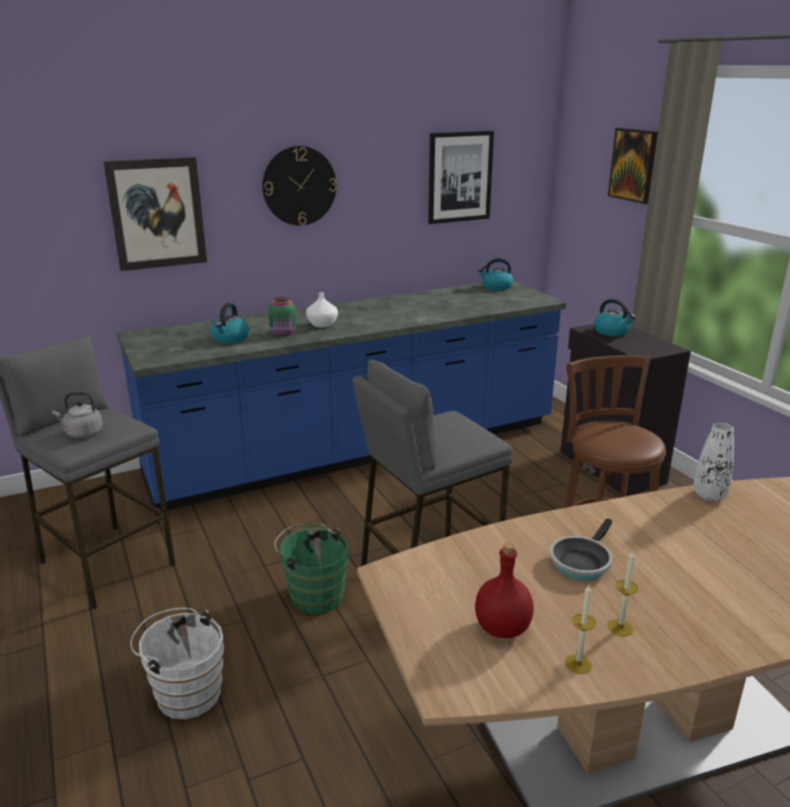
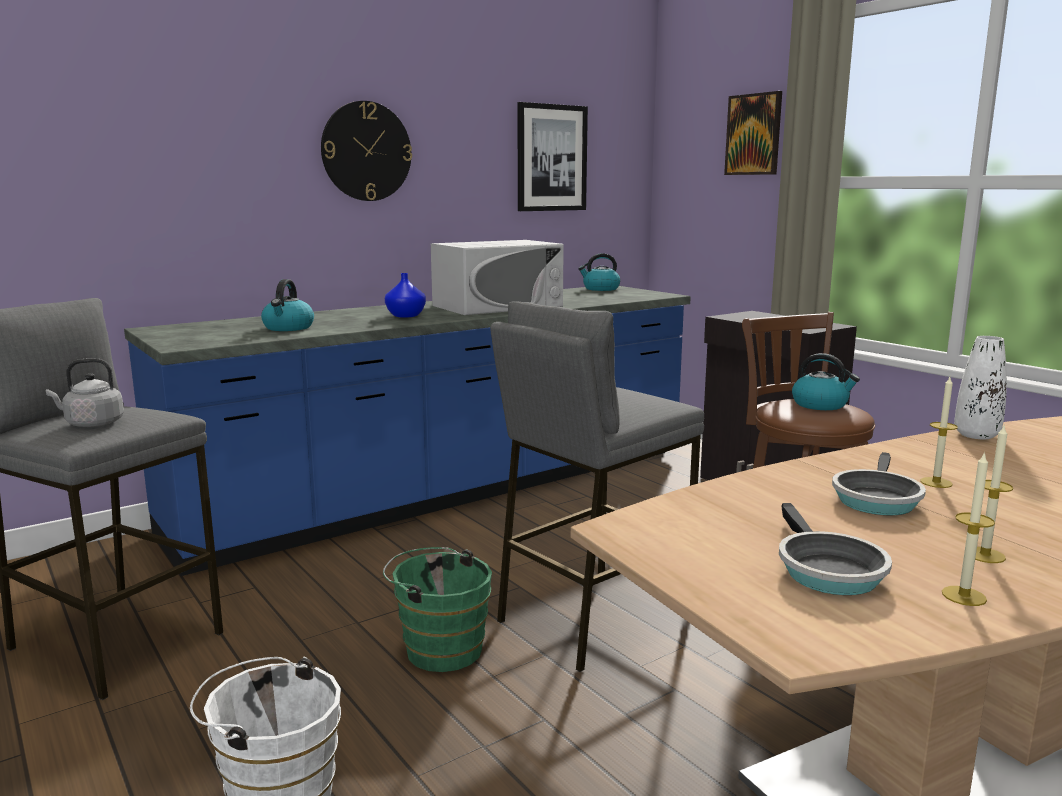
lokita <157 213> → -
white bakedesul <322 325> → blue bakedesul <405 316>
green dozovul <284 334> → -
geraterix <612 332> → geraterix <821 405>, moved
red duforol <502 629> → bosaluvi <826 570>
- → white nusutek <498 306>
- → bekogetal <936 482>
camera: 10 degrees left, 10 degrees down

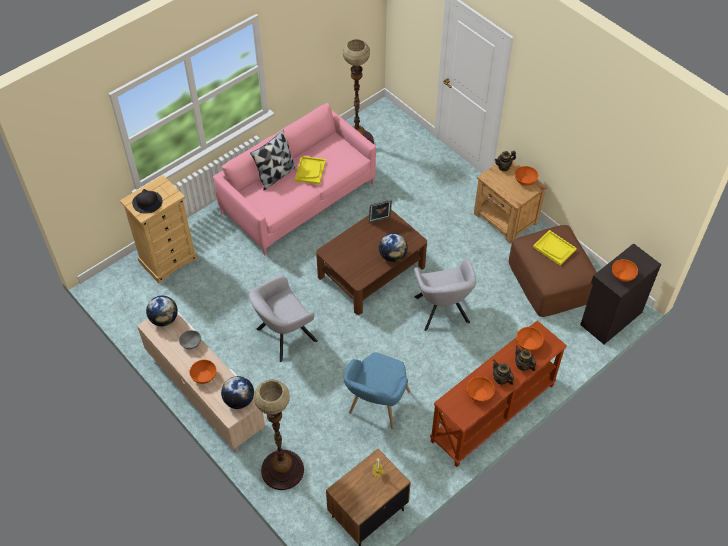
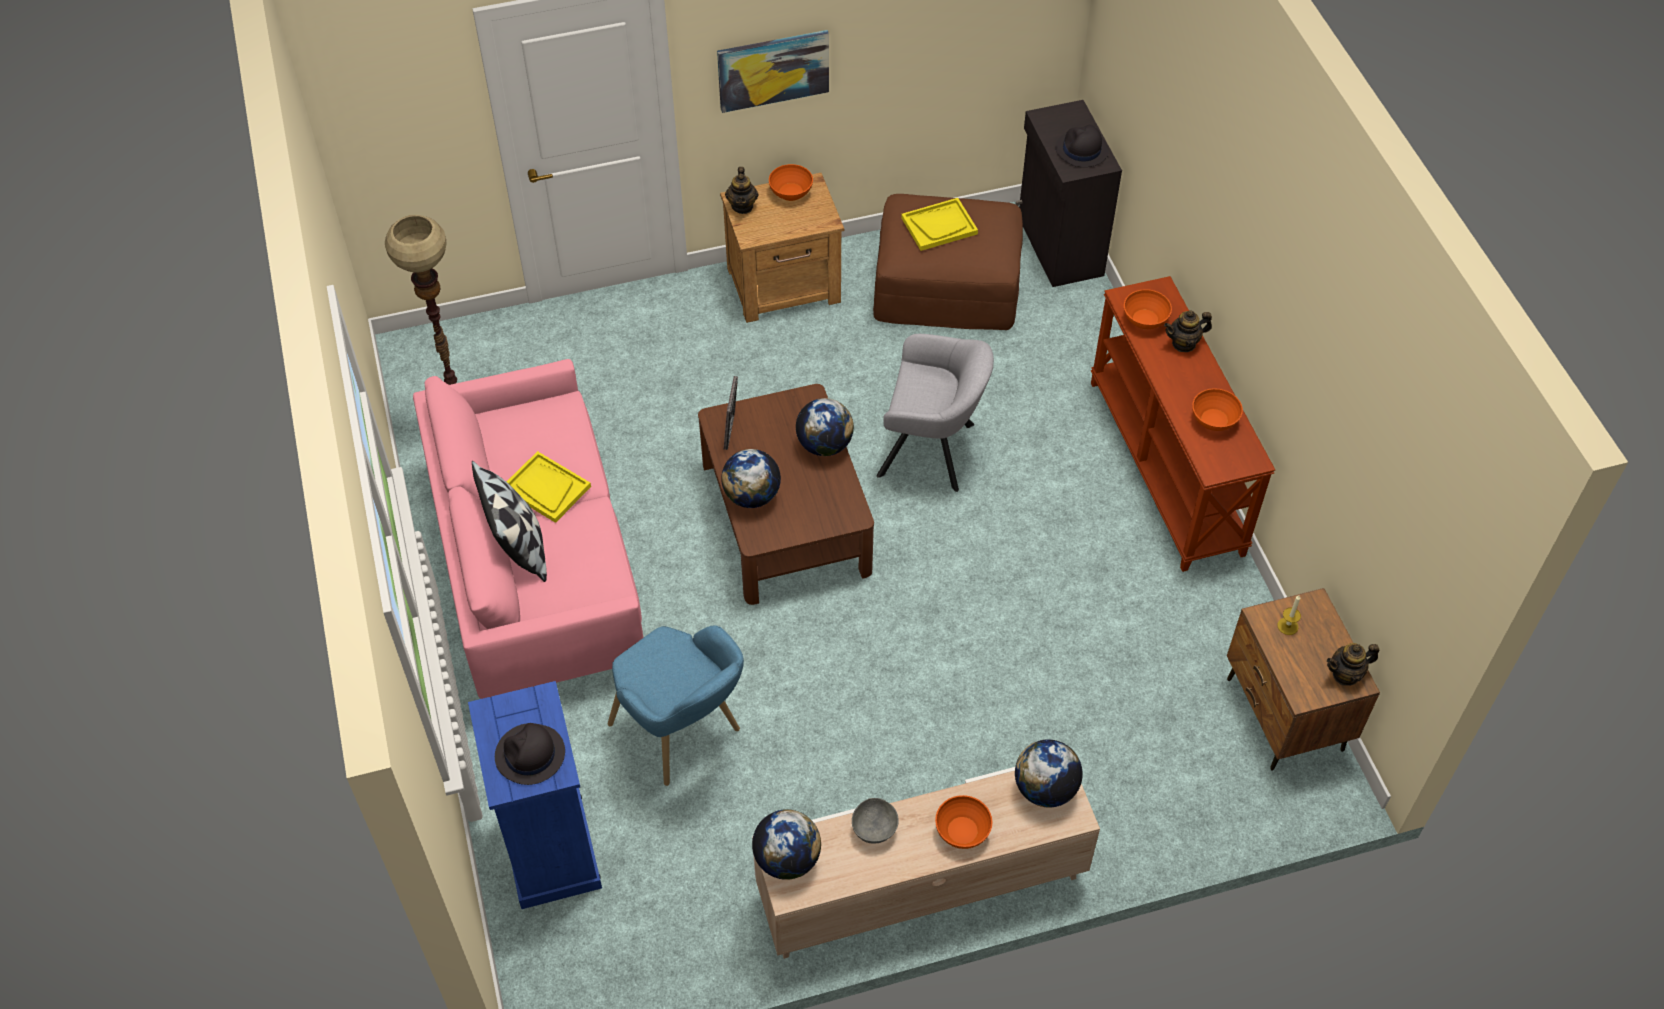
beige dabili <168 259> → blue dabili <550 849>
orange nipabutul <622 275> → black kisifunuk <1081 150>
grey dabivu <283 336> → -
blue dabivu <376 409> → blue dabivu <684 738>, moved
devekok <501 379> → devekok <1346 674>, moved
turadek <282 470> → -
- → lokita <773 69>
- → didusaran <752 496>
camera: 65 degrees left, 0 degrees up

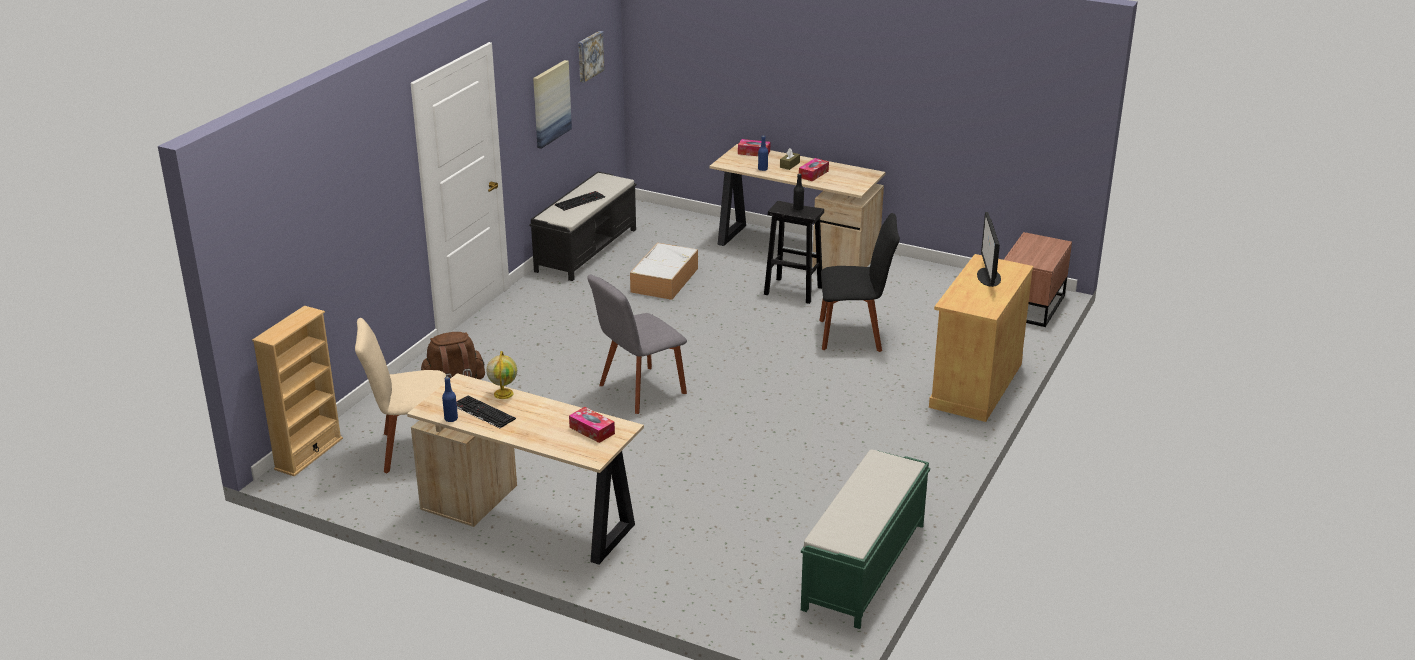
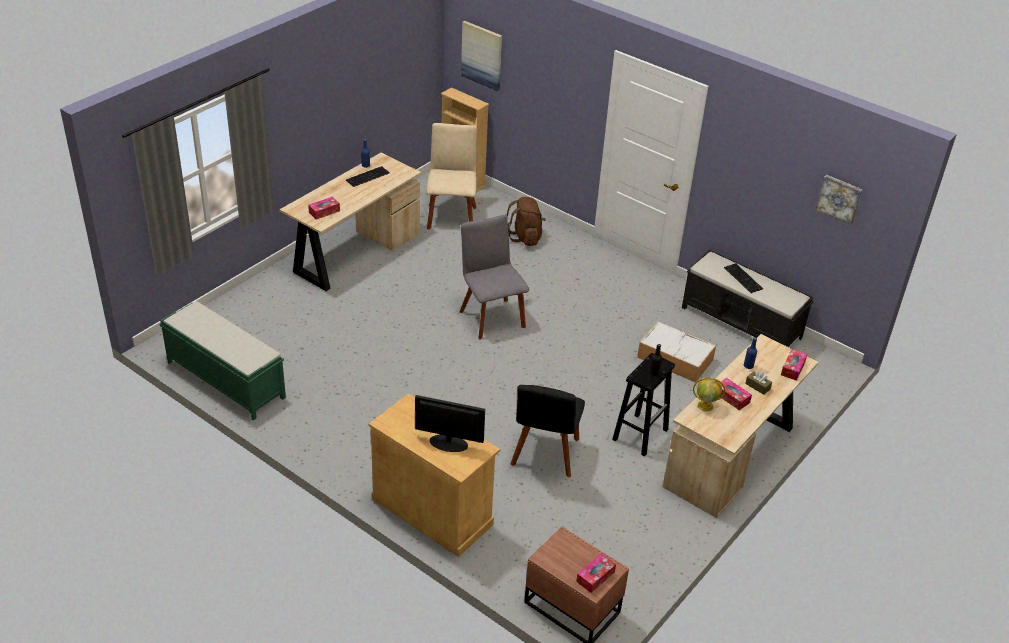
lokita <551 103> → lokita <482 55>, moved
didusaran <503 393> → didusaran <706 406>, moved
- → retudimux <595 577>
camera: 100 degrees right, 10 degrees up

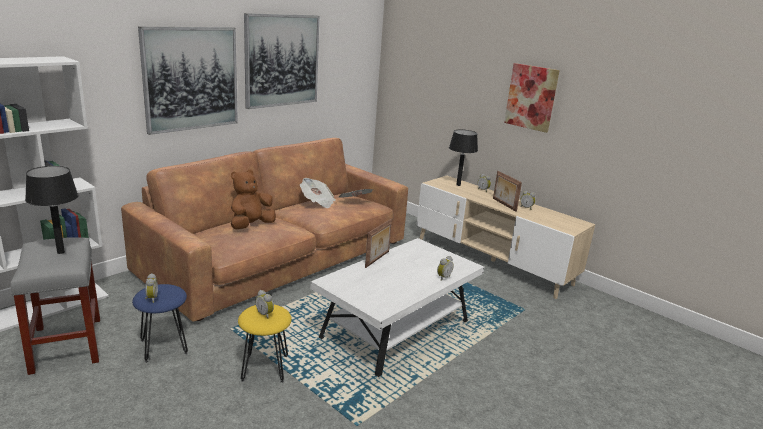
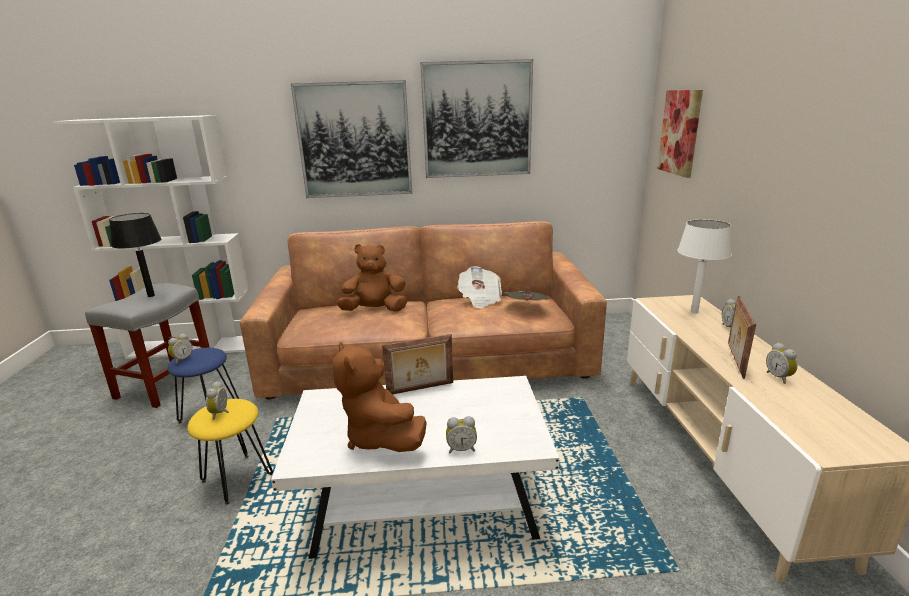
lokita <531 97> → lokita <680 132>, moved
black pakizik <458 185> → white pakizik <694 312>
- → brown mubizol <380 437>
camera: 45 degrees right, 0 degrees up

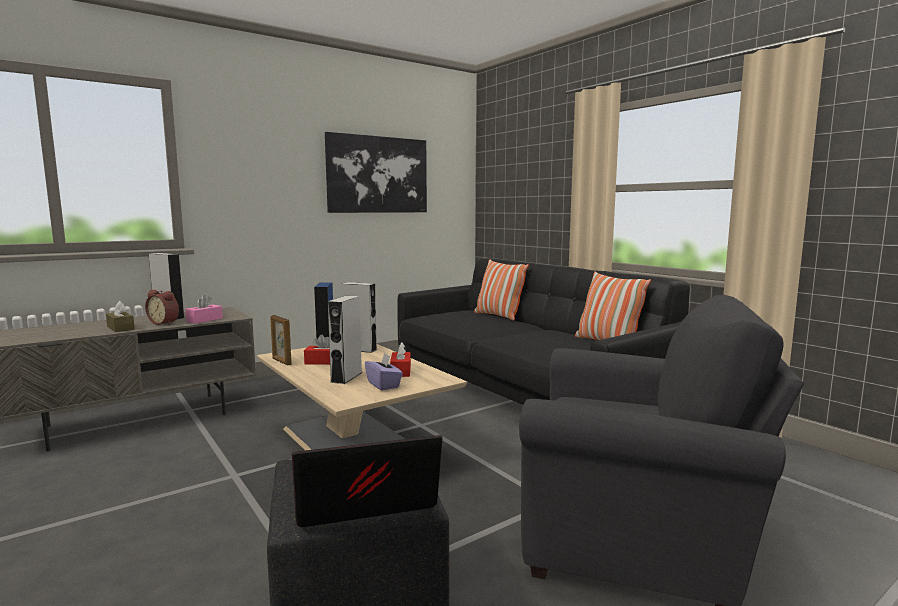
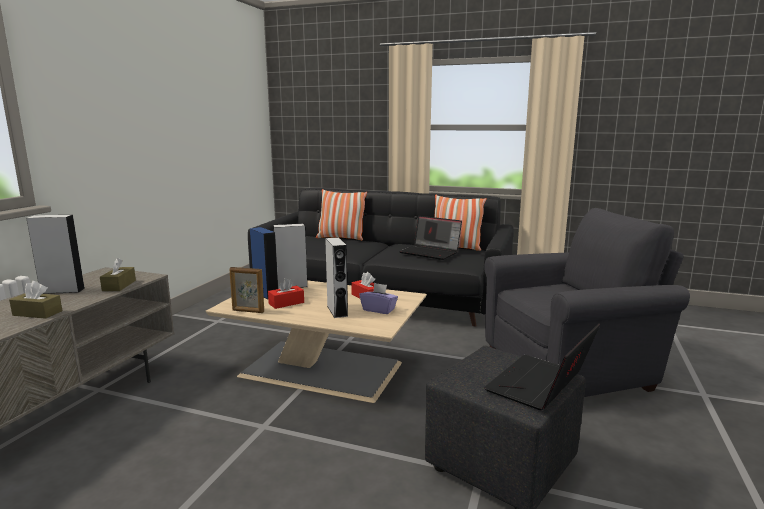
lokita <378 174> → -
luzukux <165 323> → -
pink retudimux <204 320> → brown retudimux <119 285>
- → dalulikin <431 252>
camera: 35 degrees left, 5 degrees up

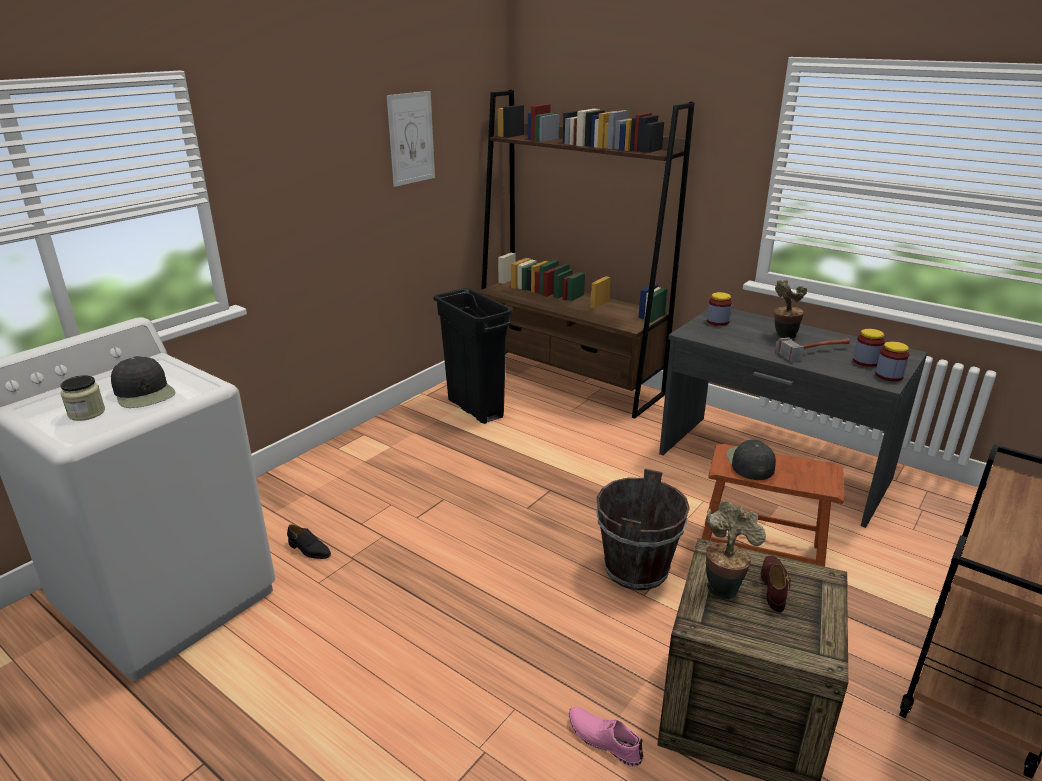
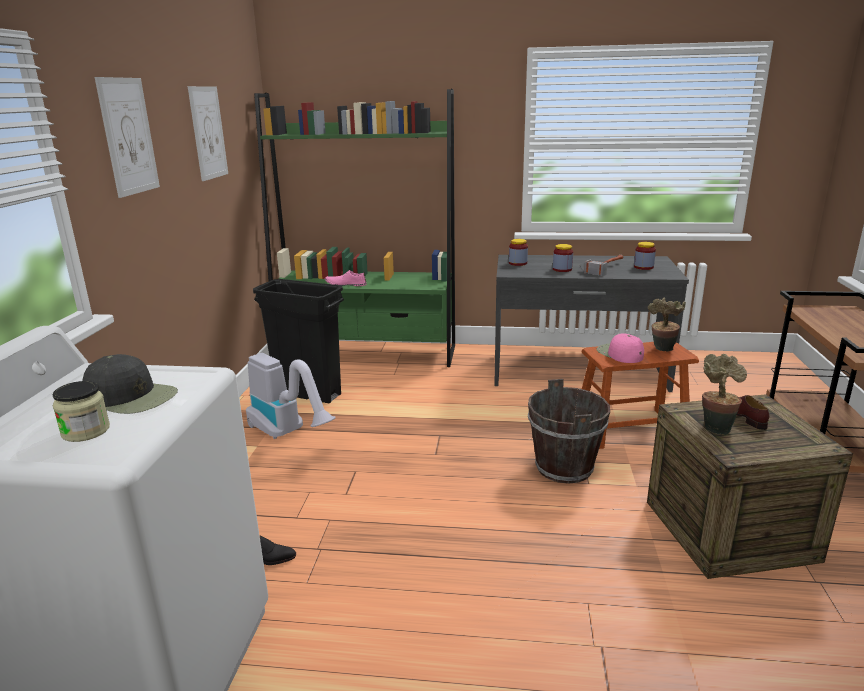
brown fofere <568 380> → green fofere <367 353>
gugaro <783 336> → gugaro <662 350>, moved
dozovul <889 376> → dozovul <562 269>, moved
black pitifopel <749 463> → pink pitifopel <619 353>
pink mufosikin <604 739> → pink mufosikin <345 284>, moved
- → lokita <128 136>
- → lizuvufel <288 433>
camera: 30 degrees left, 5 degrees down

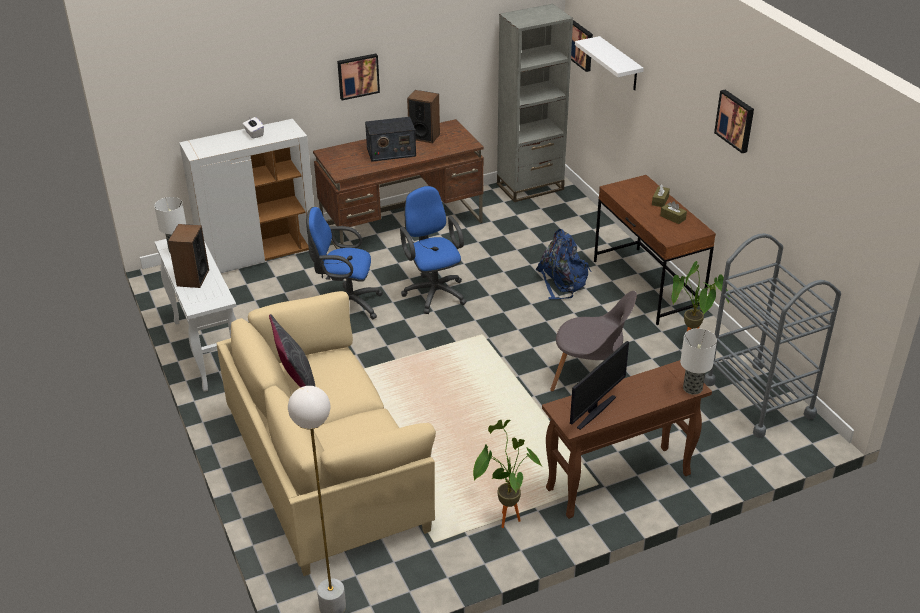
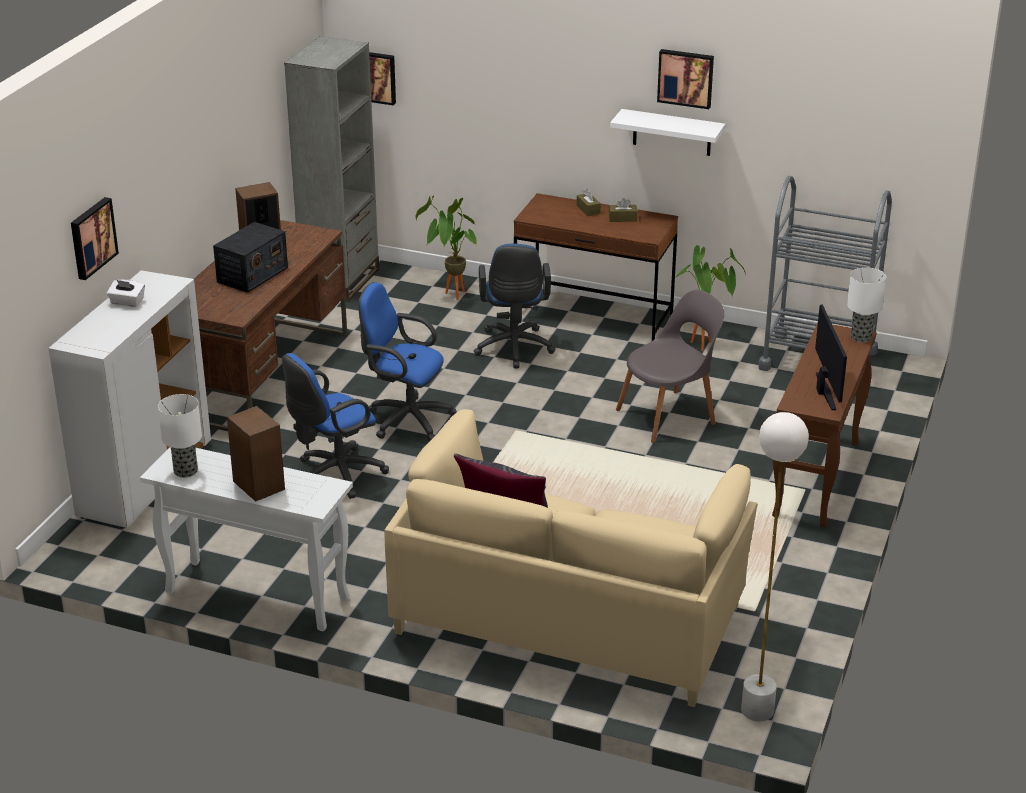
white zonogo <620 64> → white zonogo <672 132>, moved
lokita <358 76> → lokita <91 237>, moved
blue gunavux <562 281> → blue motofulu <513 350>
gugaro <502 519> → gugaro <451 296>, moved
camera: 45 degrees left, 5 degrees down

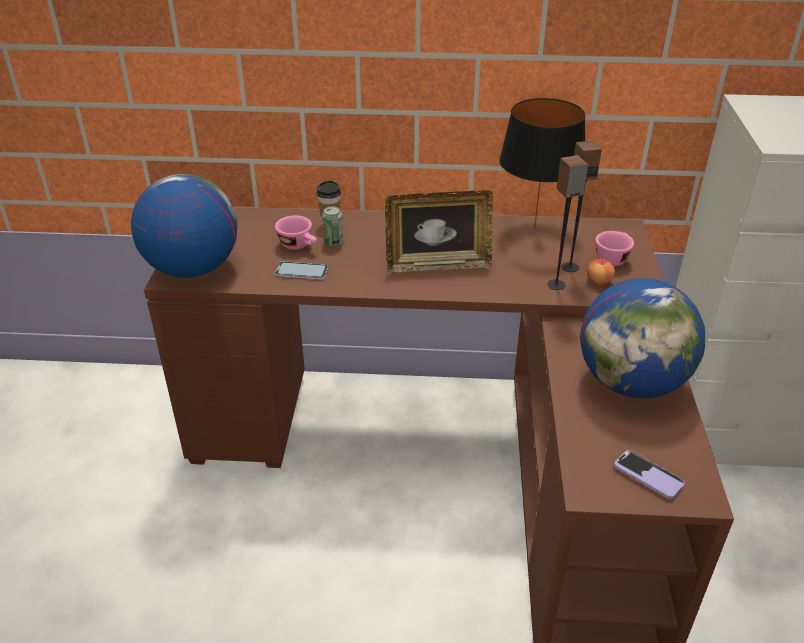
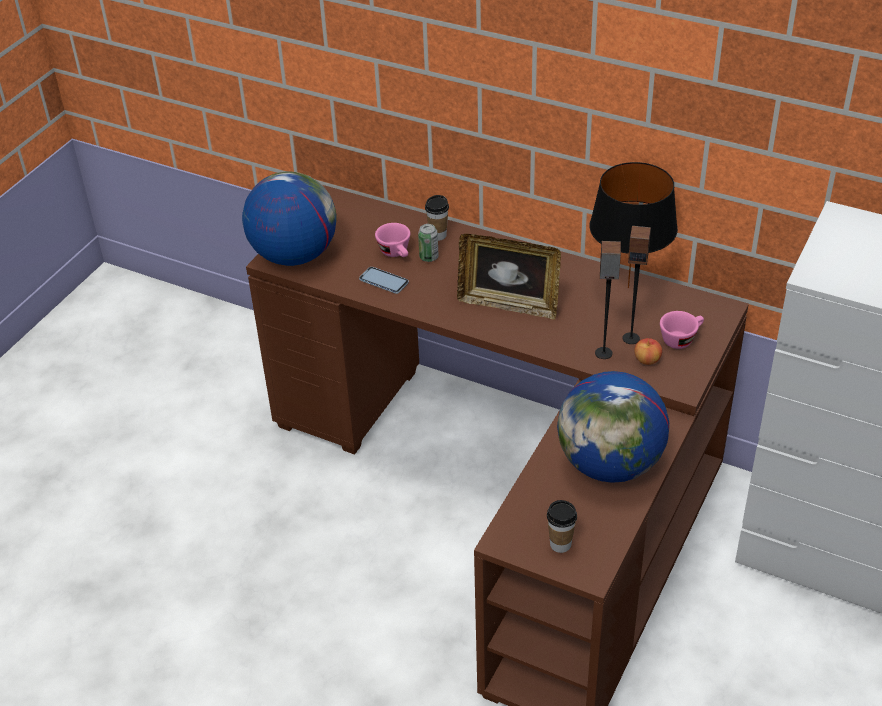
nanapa <648 475> → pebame <560 544>
camera: 25 degrees right, 5 degrees up

